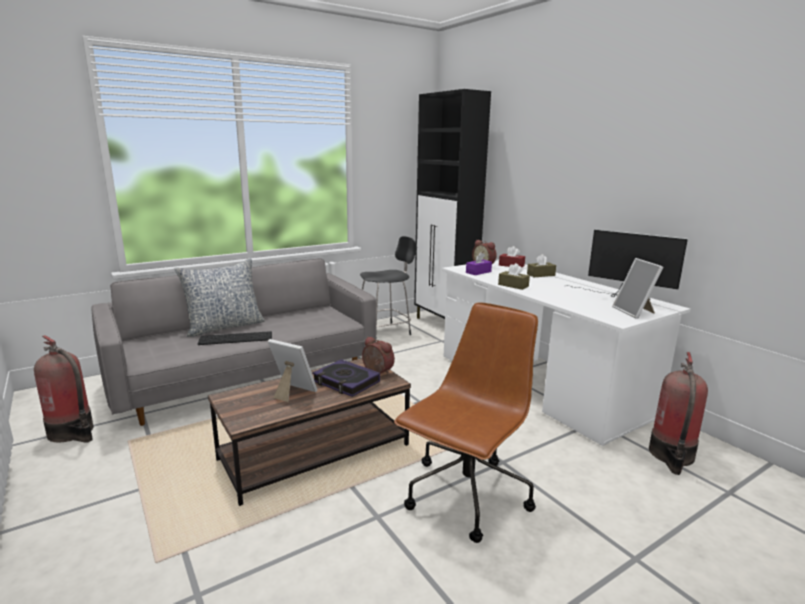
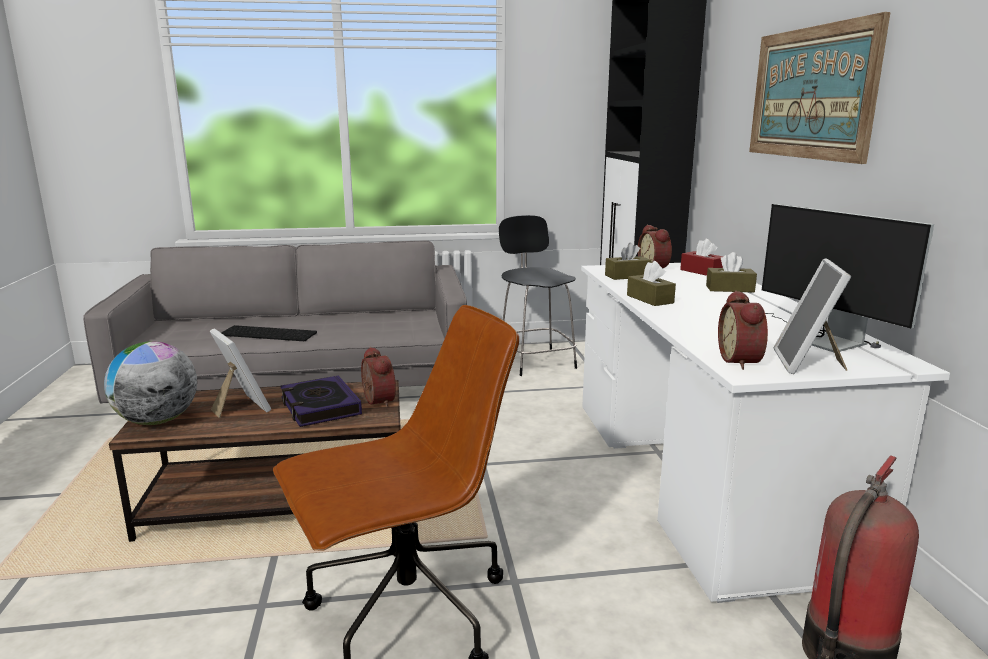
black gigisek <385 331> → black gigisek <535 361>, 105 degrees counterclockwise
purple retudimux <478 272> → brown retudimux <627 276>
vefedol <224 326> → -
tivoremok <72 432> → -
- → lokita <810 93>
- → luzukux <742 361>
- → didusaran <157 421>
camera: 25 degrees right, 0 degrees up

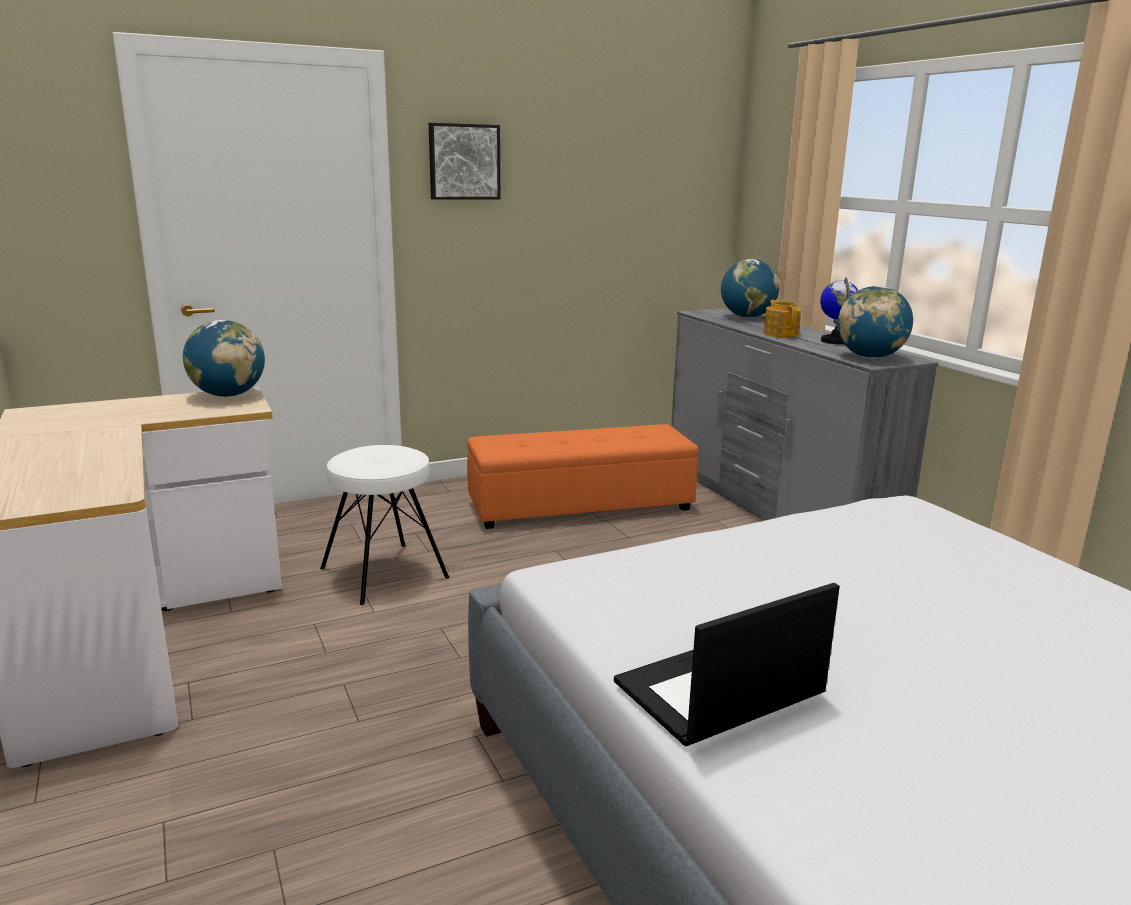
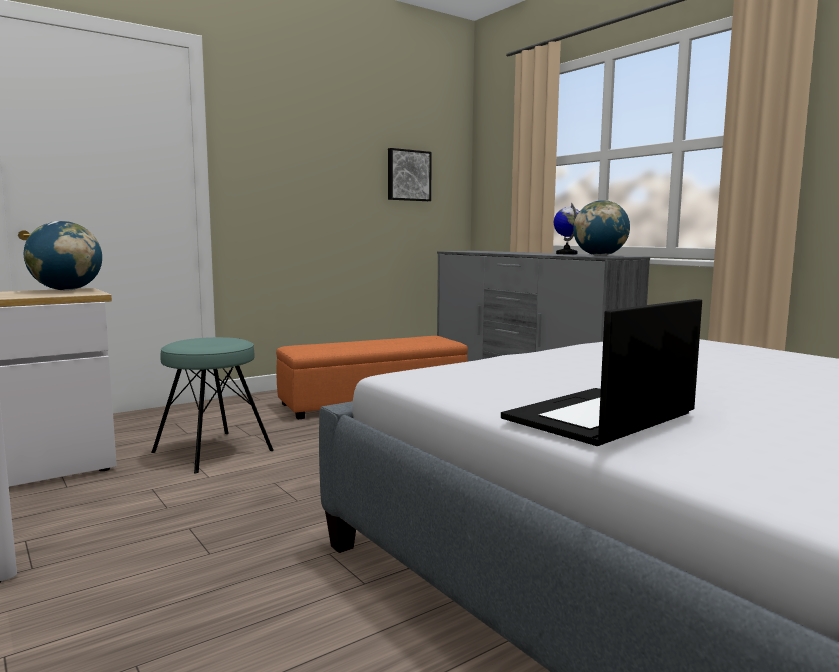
lokita <463 162> → lokita <408 175>, moved
didusaran <747 317> → -
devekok <781 334> → -
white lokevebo <384 573> → turquoise lokevebo <212 451>
camera: 10 degrees left, 10 degrees down

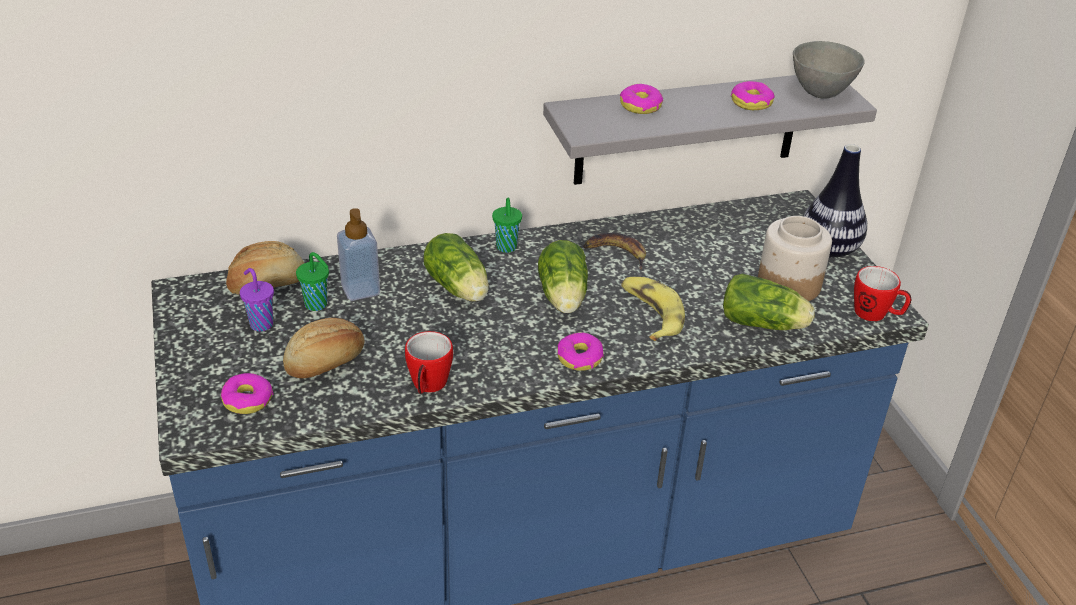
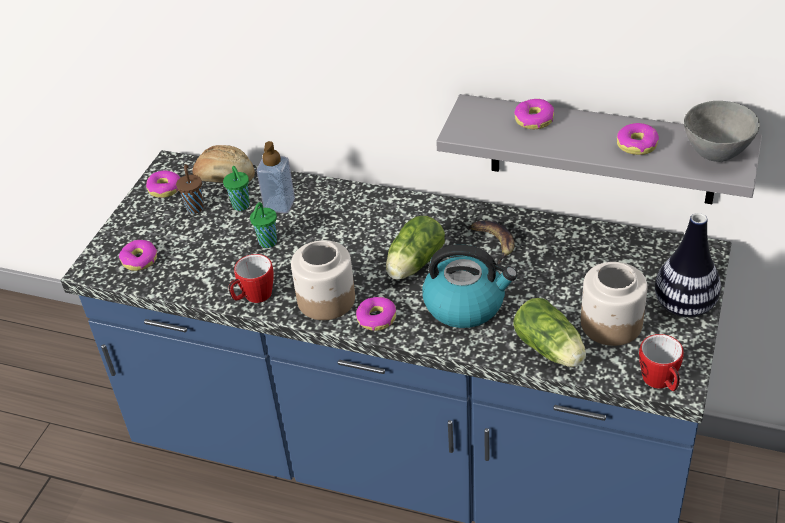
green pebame <506 248> → green pebame <267 243>, moved
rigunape <459 289> → -
purple pebame <260 324> → brown pebame <195 207>
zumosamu <650 314> → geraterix <465 304>
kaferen <326 362> → -
- → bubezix <165 189>
- → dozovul <325 300>
camera: 40 degrees right, 5 degrees up

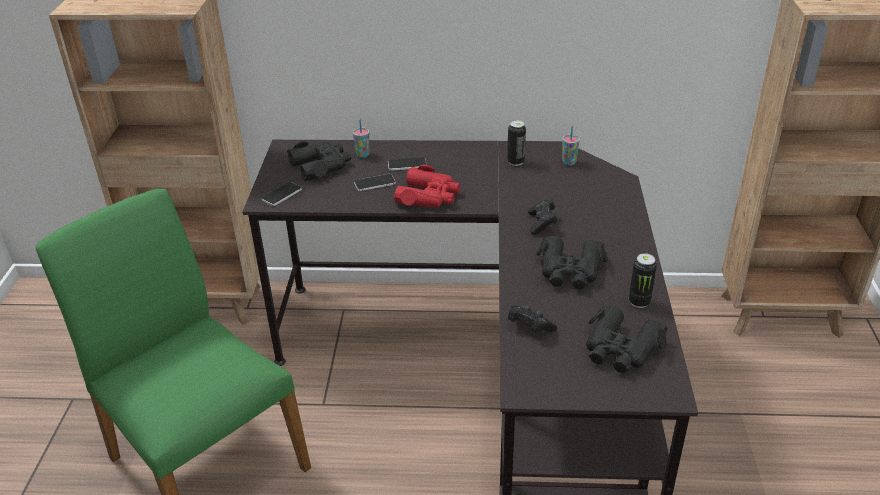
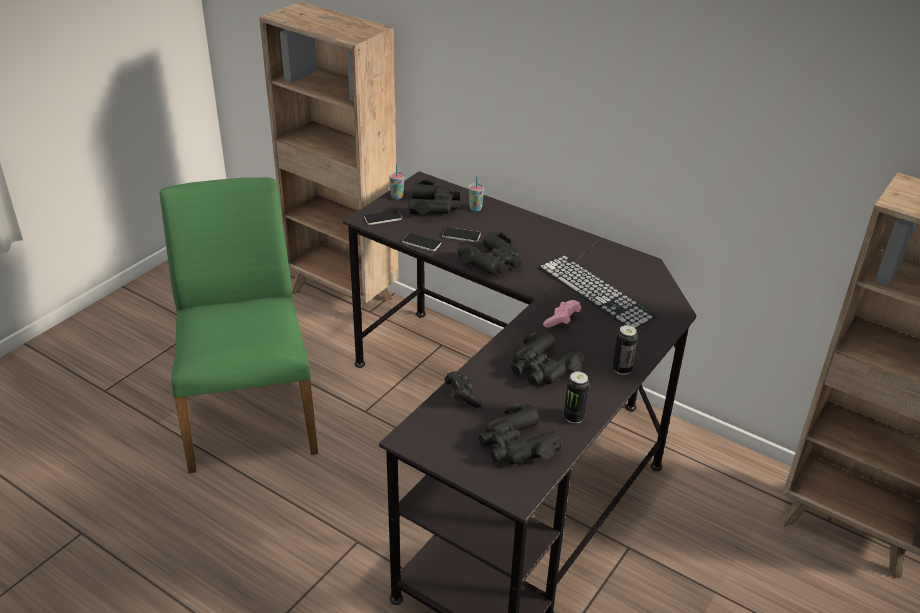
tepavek <515 162> → tepavek <622 369>, moved
pebame <569 162> → pebame <397 197>, moved
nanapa <407 164> → nanapa <421 243>, moved
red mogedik <429 196> → black mogedik <493 262>
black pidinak <541 223> → pink pidinak <562 321>
- → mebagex <596 292>
camera: 30 degrees right, 0 degrees up

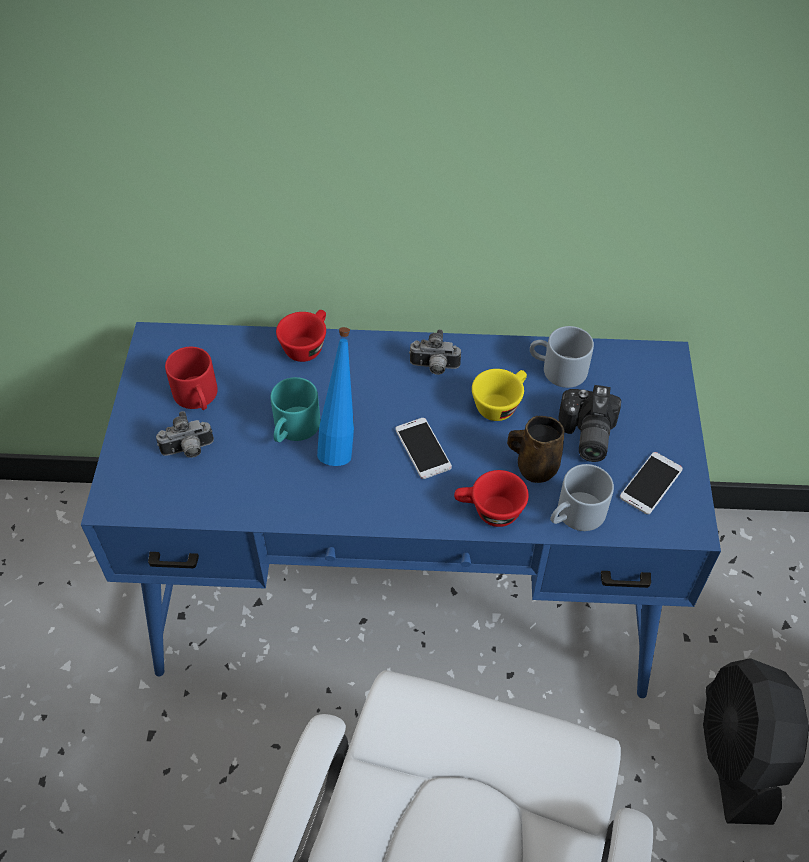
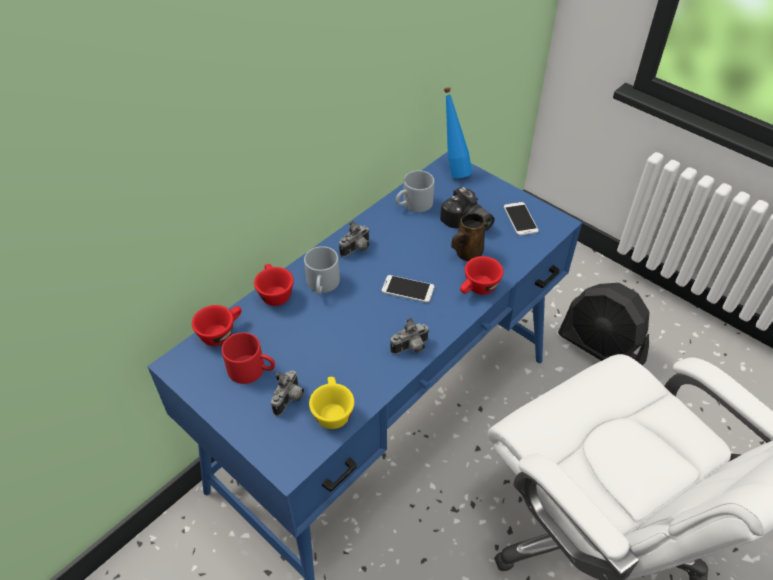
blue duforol <340 444> → blue duforol <453 170>, moved
yellow pebame <500 404> → yellow pebame <332 411>, moved
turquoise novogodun <294 429> → -
grey novogodun <575 516> → grey novogodun <323 285>, moved
- → red pebame <221 332>
- → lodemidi <411 348>
camera: 50 degrees left, 5 degrees down

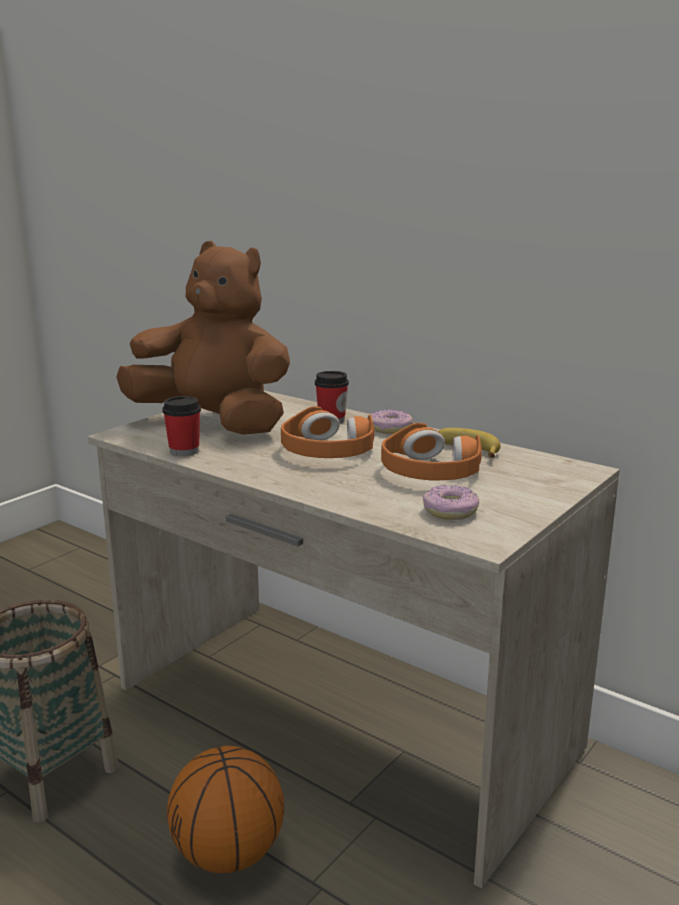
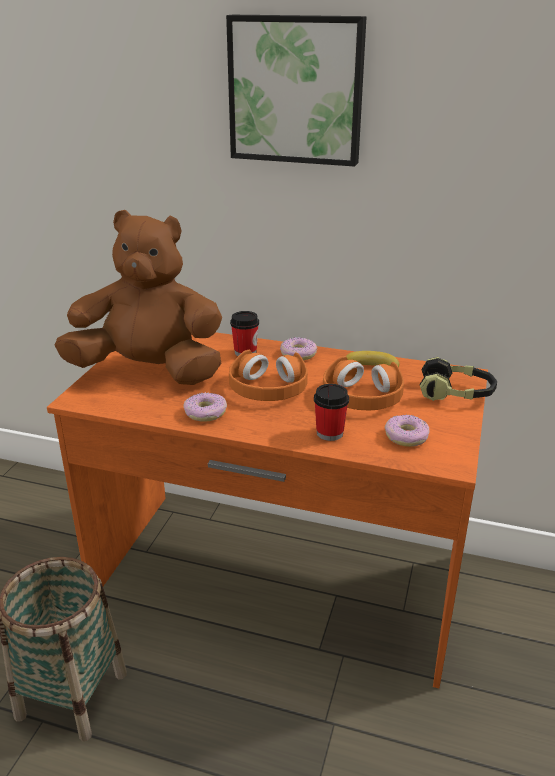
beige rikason <339 718> → orange rikason <277 580>
pebame <184 451> → pebame <329 433>, moved
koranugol <228 853> → -
- → lokita <296 90>
- → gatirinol <456 393>
- → bubezix <205 413>
camera: 20 degrees left, 10 degrees up

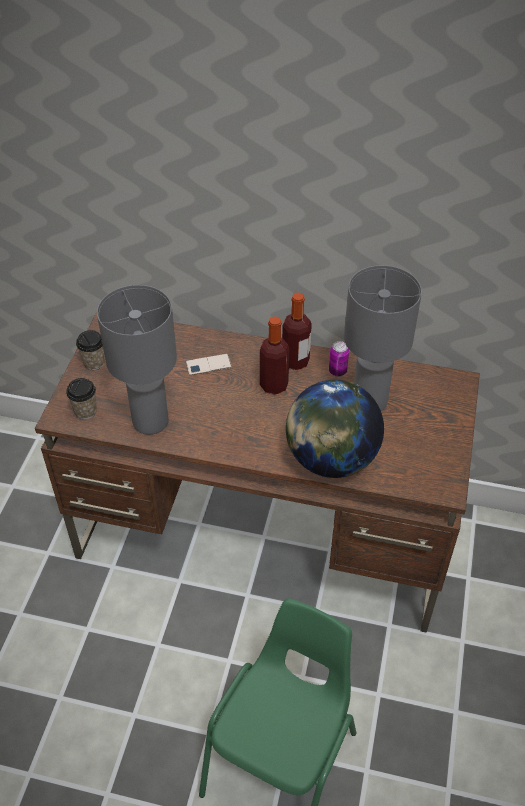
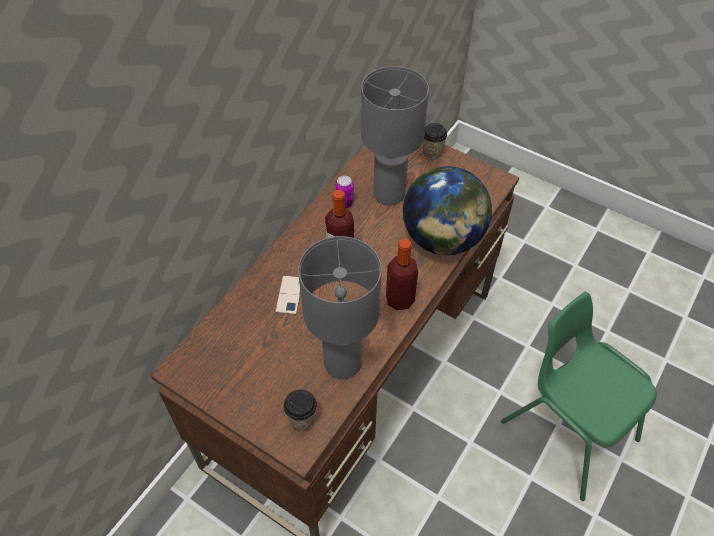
duforol <295 361> → duforol <400 300>, moved
pebame <94 362> → pebame <432 153>, moved
camera: 70 degrees left, 5 degrees up

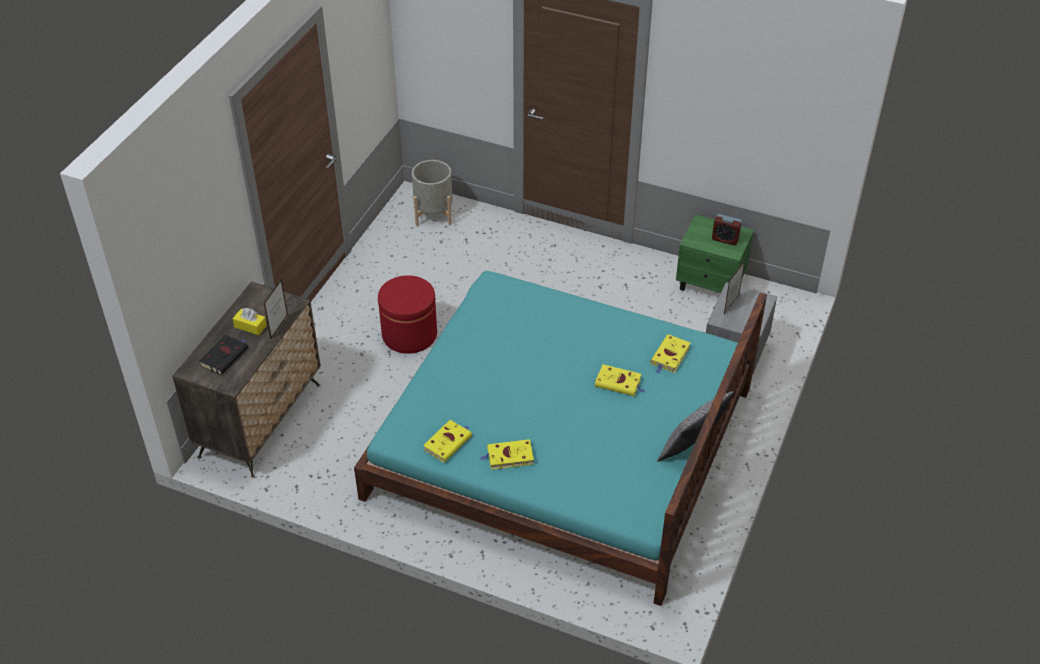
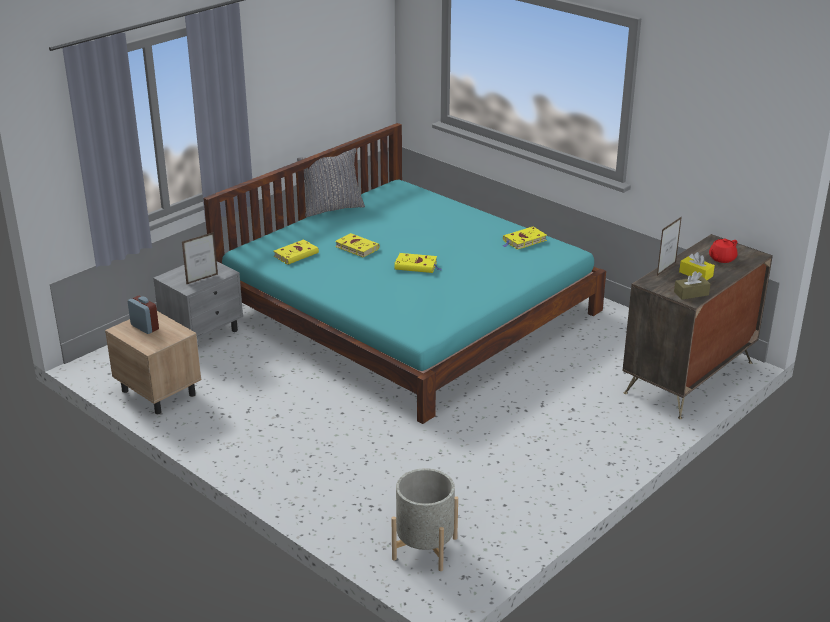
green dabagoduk <711 284> → beige dabagoduk <158 392>
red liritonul <409 334> → -
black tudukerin <225 356> → red devekok <721 259>
yellow tudukerin <508 457> → yellow tudukerin <417 266>, moved
- → brown retudimux <691 293>
camera: 160 degrees left, 15 degrees down

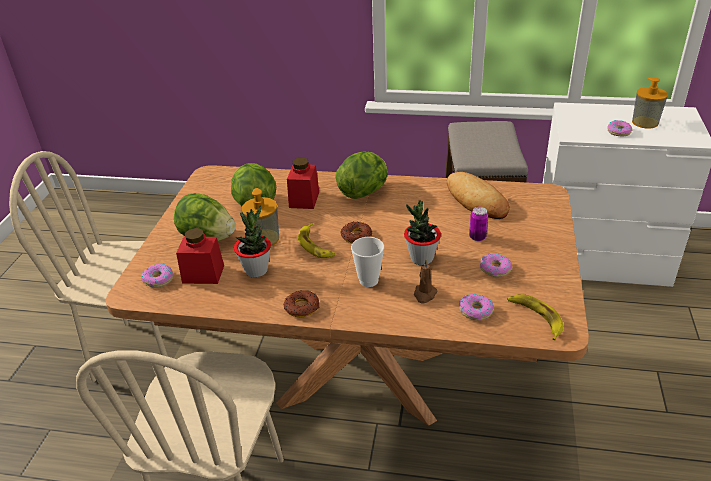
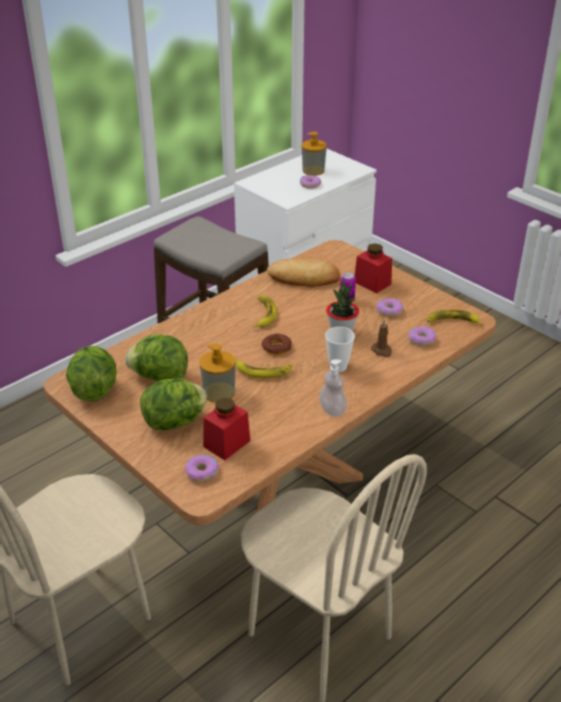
rigunape <364 192> → rigunape <94 390>, moved
red dozovul <304 199> → red dozovul <372 283>, moved
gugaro <256 270> → -
bubezix <302 307> → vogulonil <332 410>
- → zumosamu <263 314>
camera: 55 degrees left, 0 degrees up

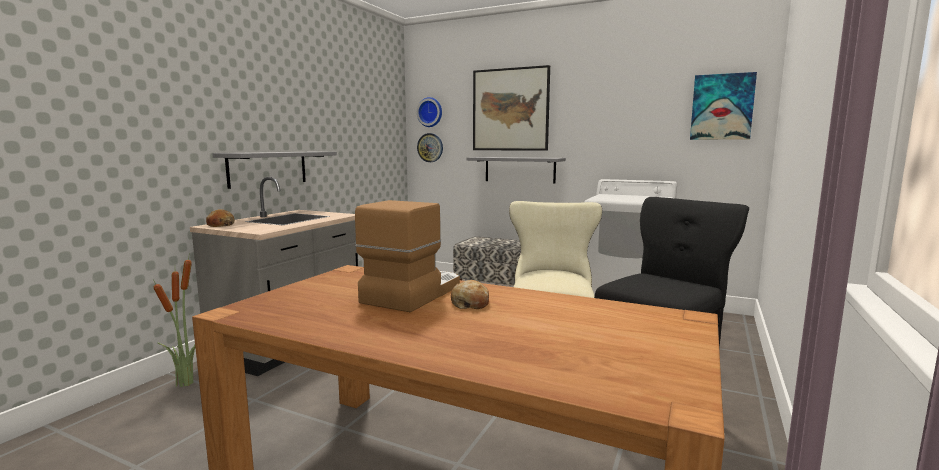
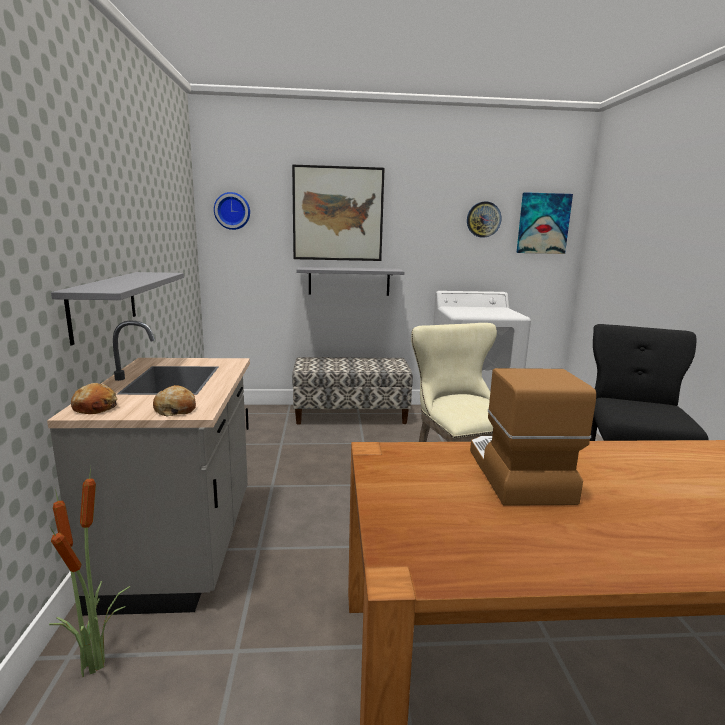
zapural <430 147> → zapural <483 219>, moved
kaferen <470 303> → kaferen <175 409>, moved
camera: 30 degrees left, 5 degrees up

